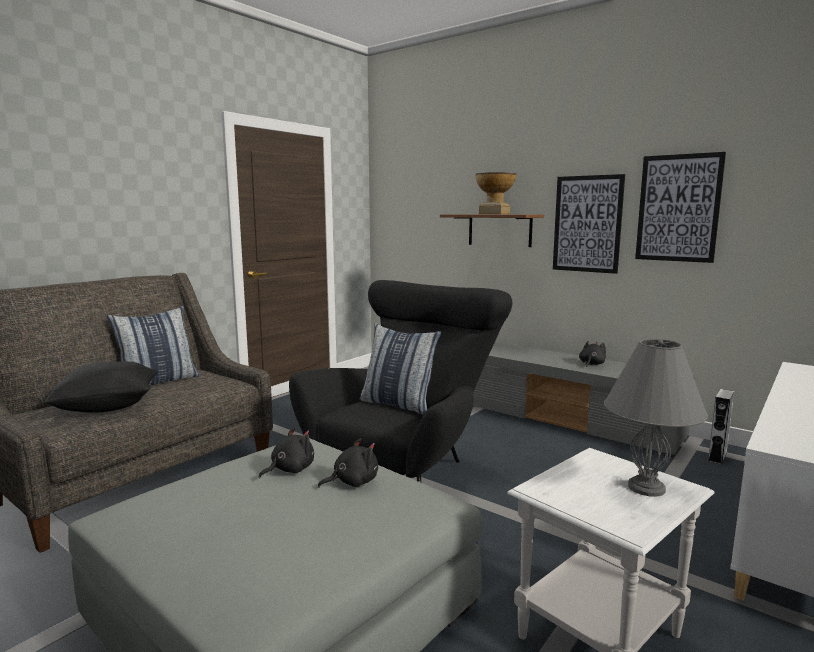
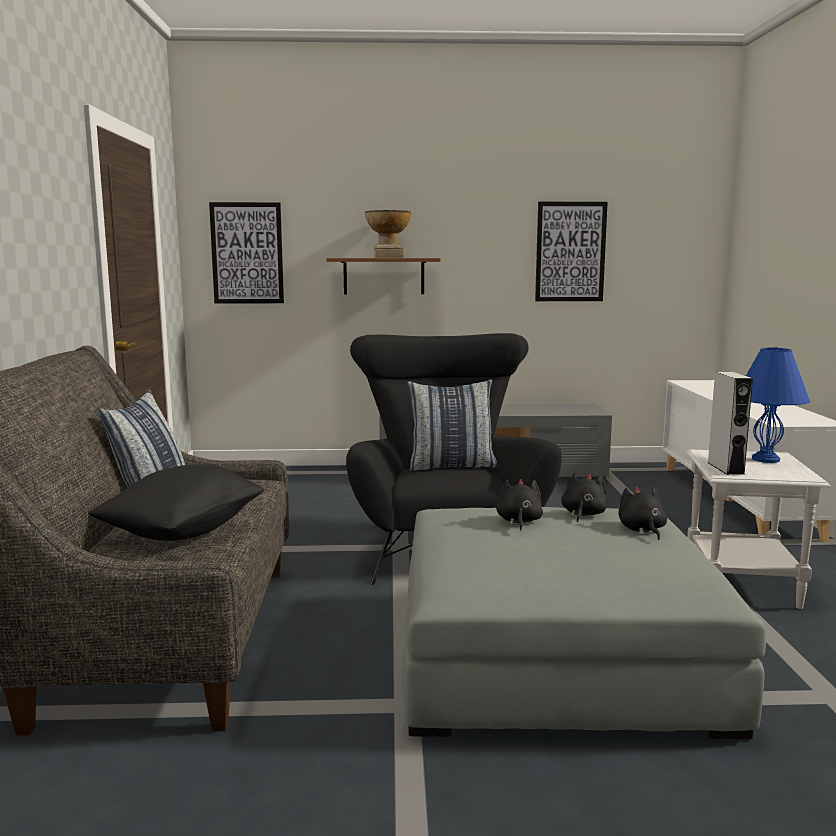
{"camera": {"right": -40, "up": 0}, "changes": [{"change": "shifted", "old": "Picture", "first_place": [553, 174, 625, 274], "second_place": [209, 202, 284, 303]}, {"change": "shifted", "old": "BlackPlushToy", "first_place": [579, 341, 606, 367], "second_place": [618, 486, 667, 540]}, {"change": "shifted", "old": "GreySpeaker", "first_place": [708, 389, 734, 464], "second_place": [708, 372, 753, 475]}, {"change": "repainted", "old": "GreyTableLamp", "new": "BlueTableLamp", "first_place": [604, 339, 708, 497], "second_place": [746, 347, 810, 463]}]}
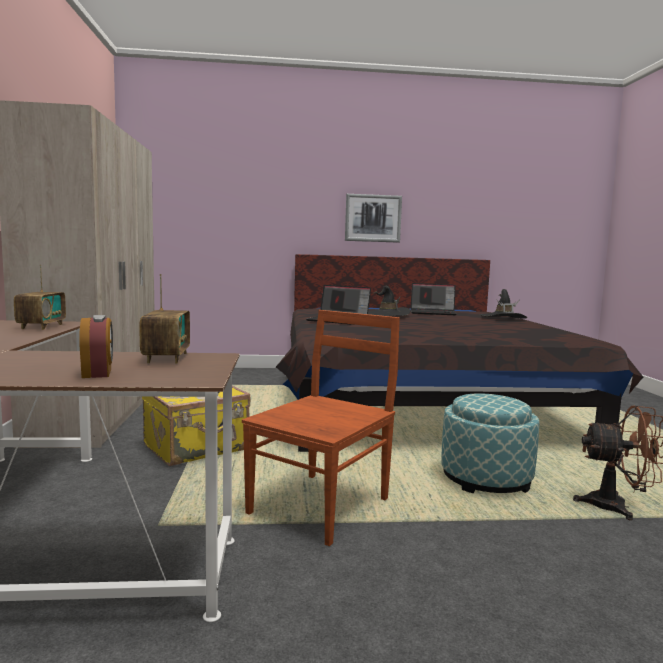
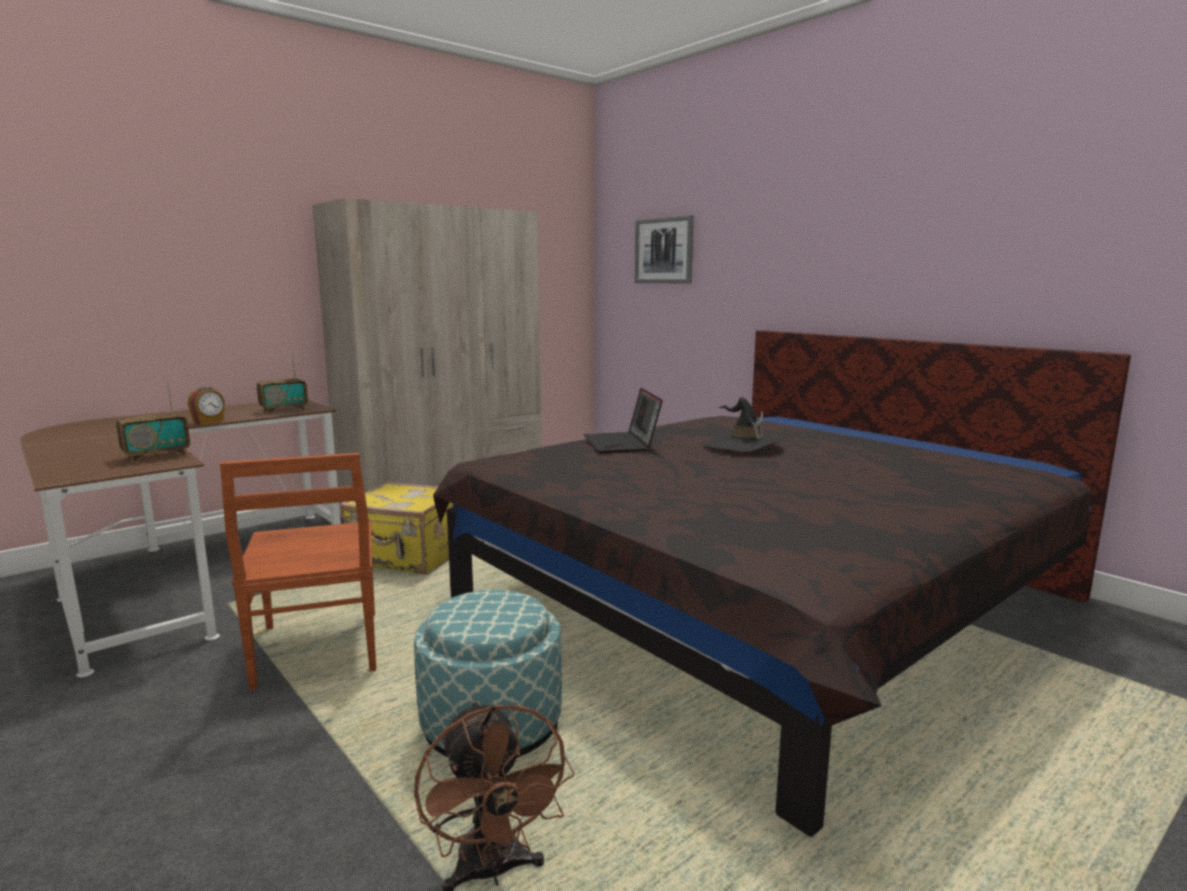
{"camera": {"right": 55, "up": 5}, "changes": [{"change": "shifted", "old": "AlarmClock", "first_place": [79, 315, 113, 378], "second_place": [188, 387, 225, 425]}, {"change": "rotated", "old": "BrownChair", "first_place": [242, 310, 400, 546], "second_place": [220, 453, 376, 691], "degrees": 75}, {"change": "shifted", "old": "Picture", "first_place": [345, 194, 402, 243], "second_place": [635, 215, 694, 283]}, {"change": "gone", "old": "Laptop", "first_place": [411, 283, 457, 315]}, {"change": "gone", "old": "BlackHat", "first_place": [479, 289, 527, 319]}]}
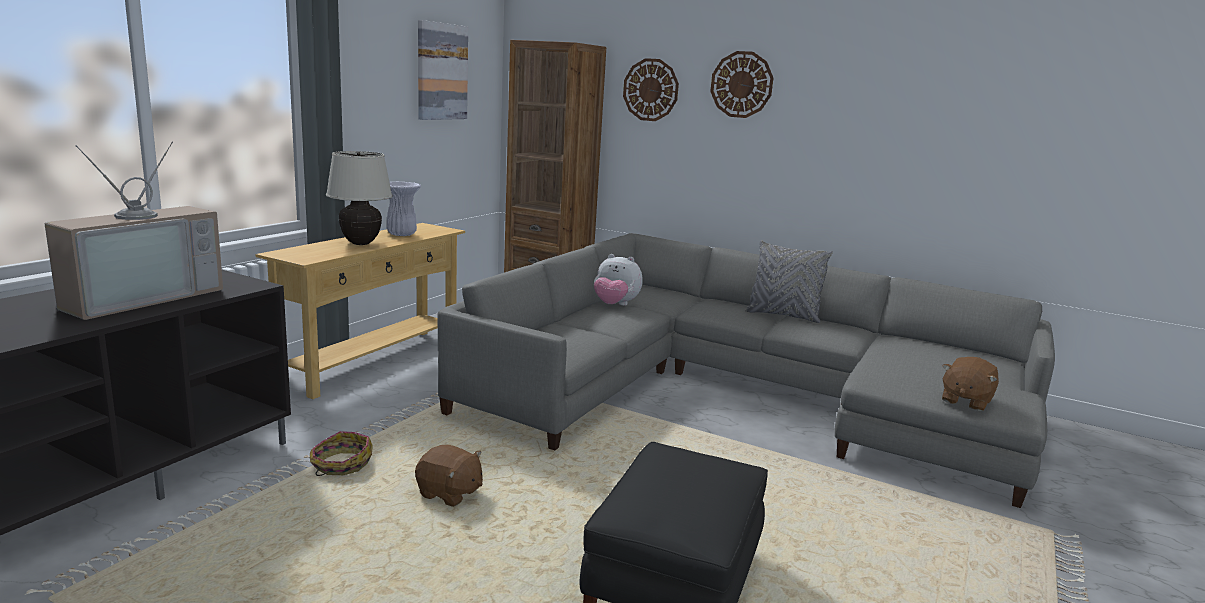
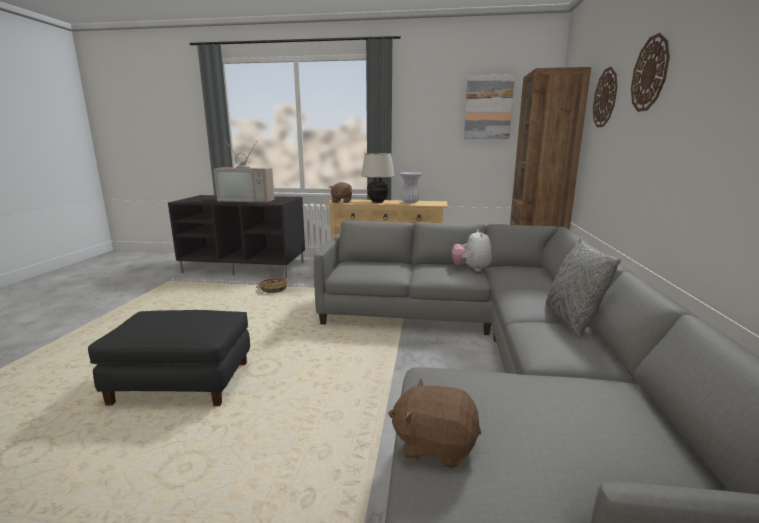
{"camera": {"right": 70, "up": 0}, "changes": [{"change": "shifted", "old": "BrownPlushToy", "first_place": [415, 445, 483, 507], "second_place": [329, 182, 352, 203]}]}
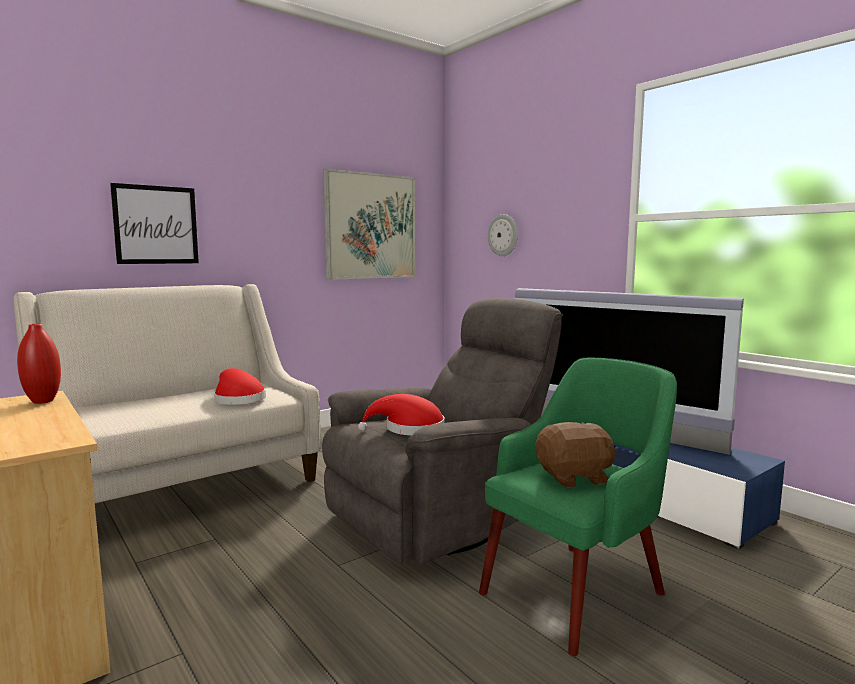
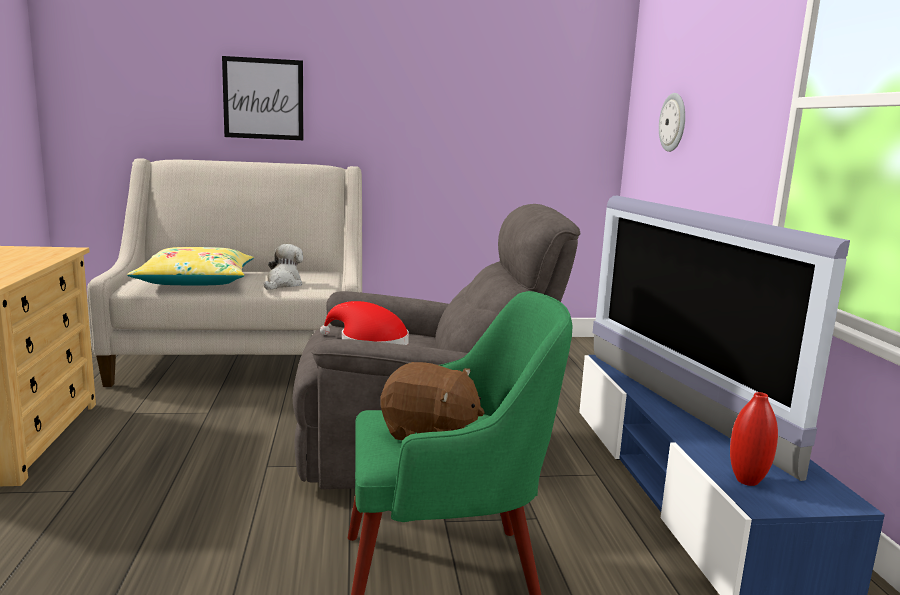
{"camera": {"right": 30, "up": 5}, "changes": [{"change": "new", "new": "YellowPillow", "second_place": [127, 247, 254, 285]}, {"change": "swapped", "old": "RedHat", "new": "PlushToy", "first_place": [214, 368, 265, 405], "second_place": [264, 244, 303, 290]}, {"change": "shifted", "old": "RedVase", "first_place": [17, 324, 61, 404], "second_place": [730, 392, 778, 486]}, {"change": "gone", "old": "Picture", "first_place": [323, 168, 415, 280]}]}
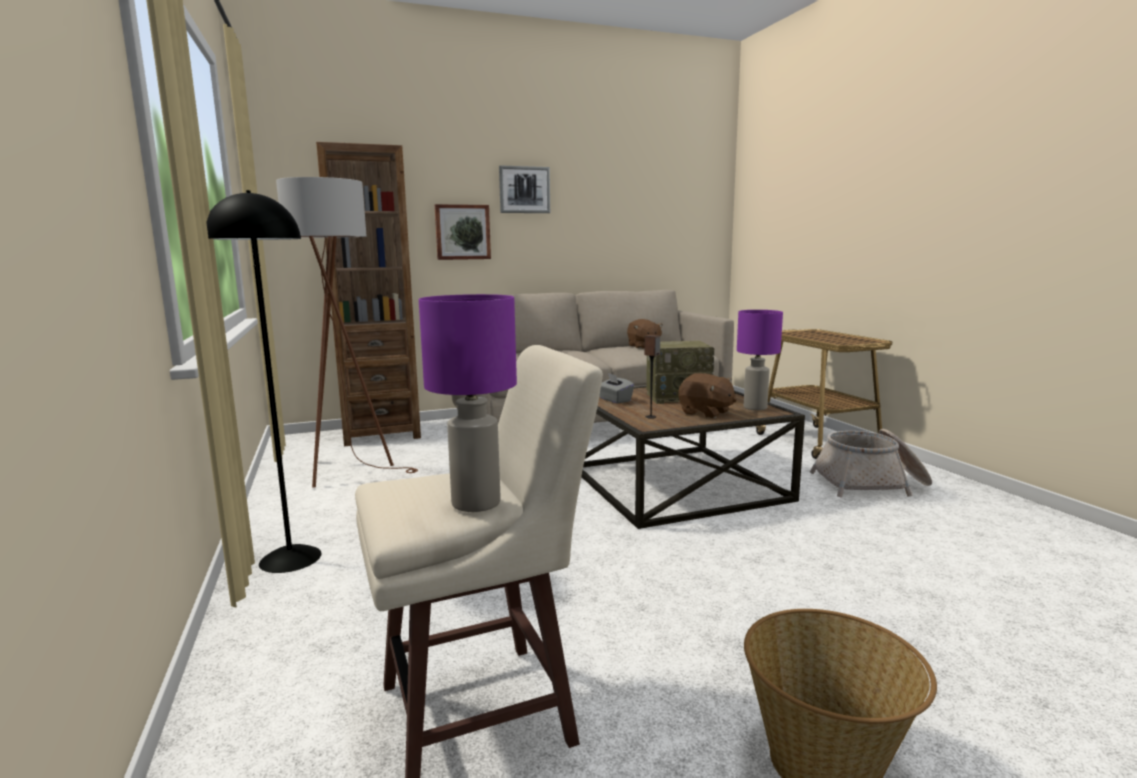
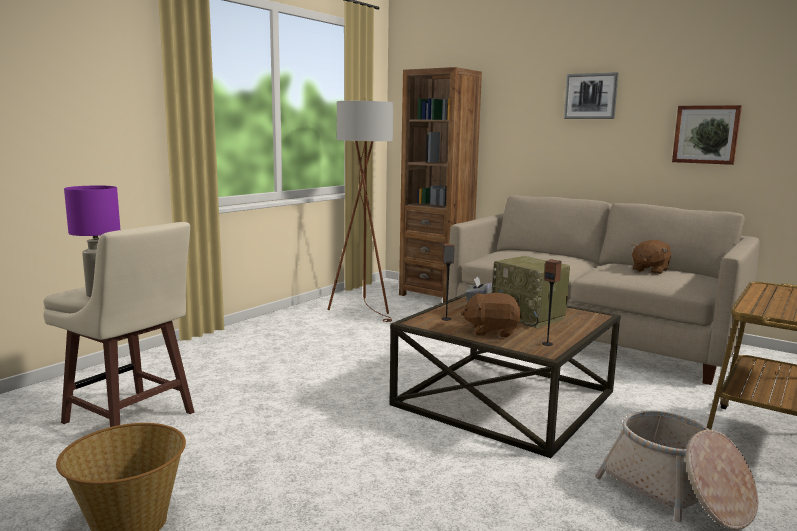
{"camera": {"right": 55, "up": 0}, "changes": [{"change": "rotated", "old": "BrownPlushToy", "first_place": [679, 373, 737, 419], "second_place": [461, 293, 521, 337], "degrees": 90}, {"change": "swapped", "old": "PurpleTableLamp", "new": "Speaker", "first_place": [737, 310, 783, 410], "second_place": [542, 259, 562, 346]}, {"change": "shifted", "old": "Picture", "first_place": [435, 204, 491, 260], "second_place": [672, 105, 742, 165]}, {"change": "gone", "old": "BlackFloorLamp", "first_place": [206, 190, 322, 573]}]}
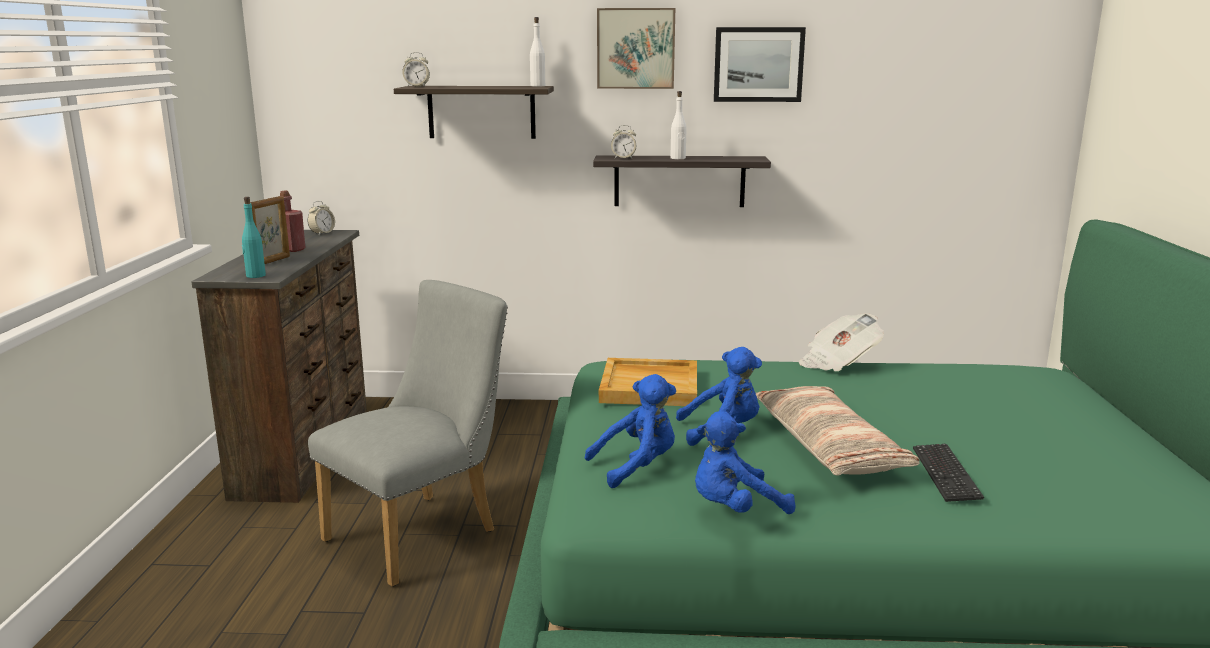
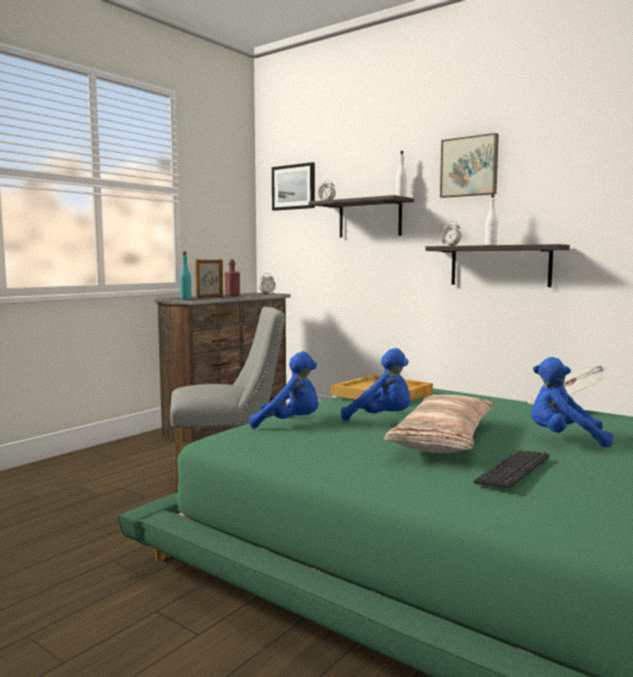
{"camera": {"right": 35, "up": -10}, "changes": [{"change": "shifted", "old": "Picture", "first_place": [714, 27, 806, 102], "second_place": [272, 162, 315, 211]}, {"change": "shifted", "old": "BluePlushToy", "first_place": [695, 411, 796, 514], "second_place": [531, 357, 613, 447]}]}
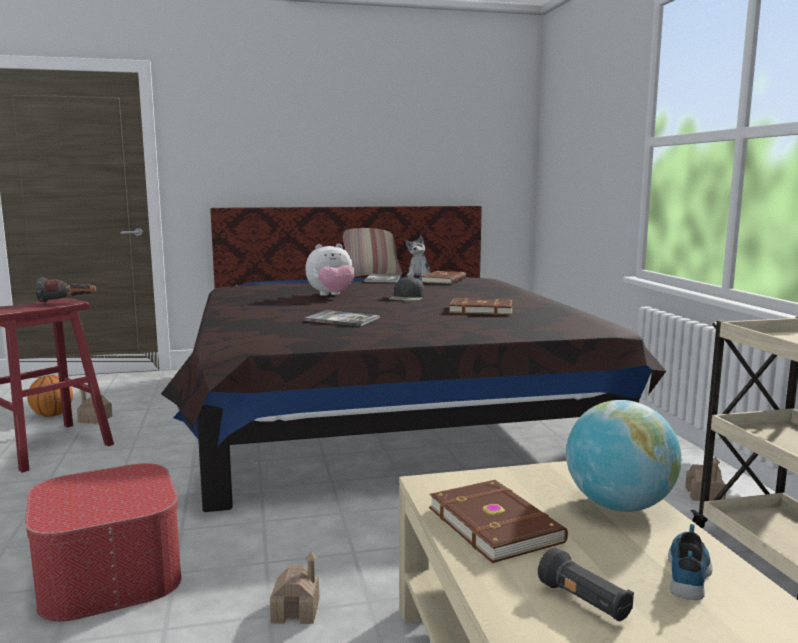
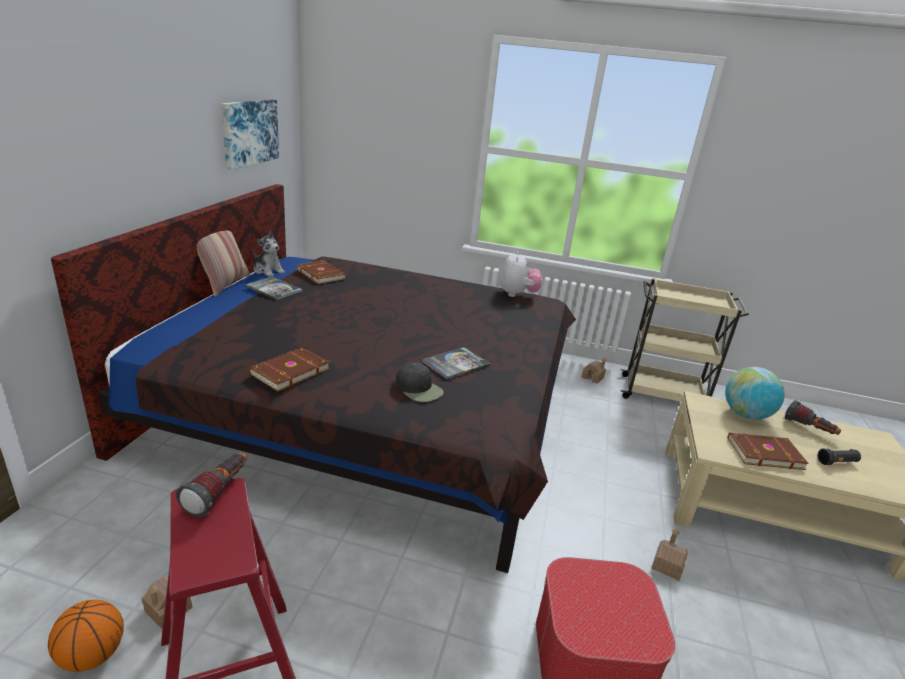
{"camera": {"right": -65, "up": 15}, "changes": [{"change": "new", "new": "Picture", "second_place": [221, 99, 279, 170]}, {"change": "shifted", "old": "BrownBook", "first_place": [449, 298, 513, 315], "second_place": [249, 347, 330, 392]}, {"change": "shifted", "old": "BlackCap", "first_place": [389, 276, 425, 301], "second_place": [396, 362, 444, 402]}, {"change": "shifted", "old": "PlushToy", "first_place": [305, 244, 354, 296], "second_place": [500, 251, 542, 297]}, {"change": "swapped", "old": "Shoe", "new": "Flashlight", "first_place": [668, 524, 713, 600], "second_place": [785, 400, 841, 435]}]}
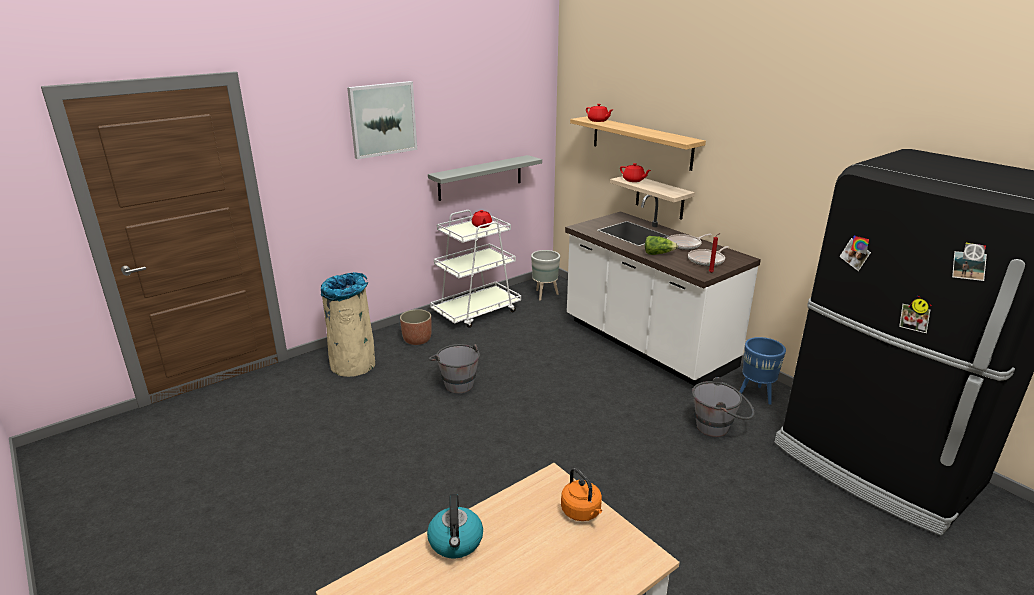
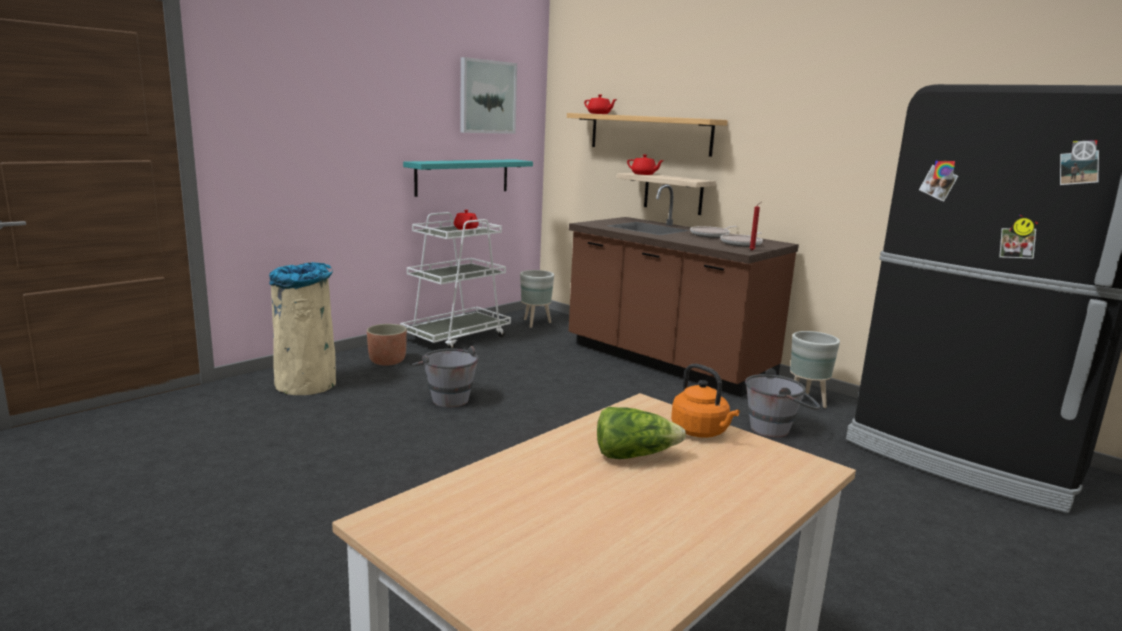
{"camera": {"right": -10, "up": -10}, "changes": [{"change": "repainted", "old": "GreyShelf", "new": "TurquoiseShelf", "first_place": [428, 155, 542, 201], "second_place": [403, 159, 533, 197]}, {"change": "shifted", "old": "Picture", "first_place": [347, 81, 417, 160], "second_place": [460, 57, 517, 134]}, {"change": "repainted", "old": "WhiteCounter", "new": "BrownCounter", "first_place": [565, 195, 761, 386], "second_place": [569, 184, 799, 397]}, {"change": "shifted", "old": "Lettuce", "first_place": [645, 236, 678, 255], "second_place": [597, 407, 686, 459]}, {"change": "repainted", "old": "BluePlanter", "new": "GreyPlanter", "first_place": [739, 337, 786, 405], "second_place": [790, 331, 840, 408]}, {"change": "gone", "old": "Kettle", "first_place": [427, 494, 483, 559]}]}
